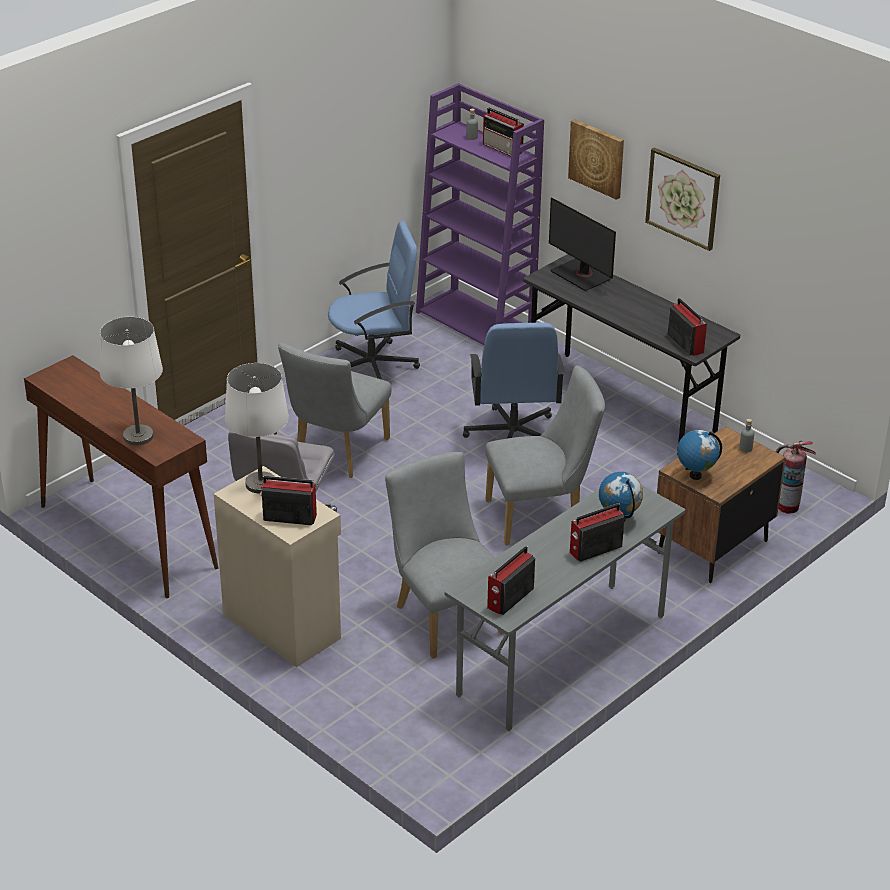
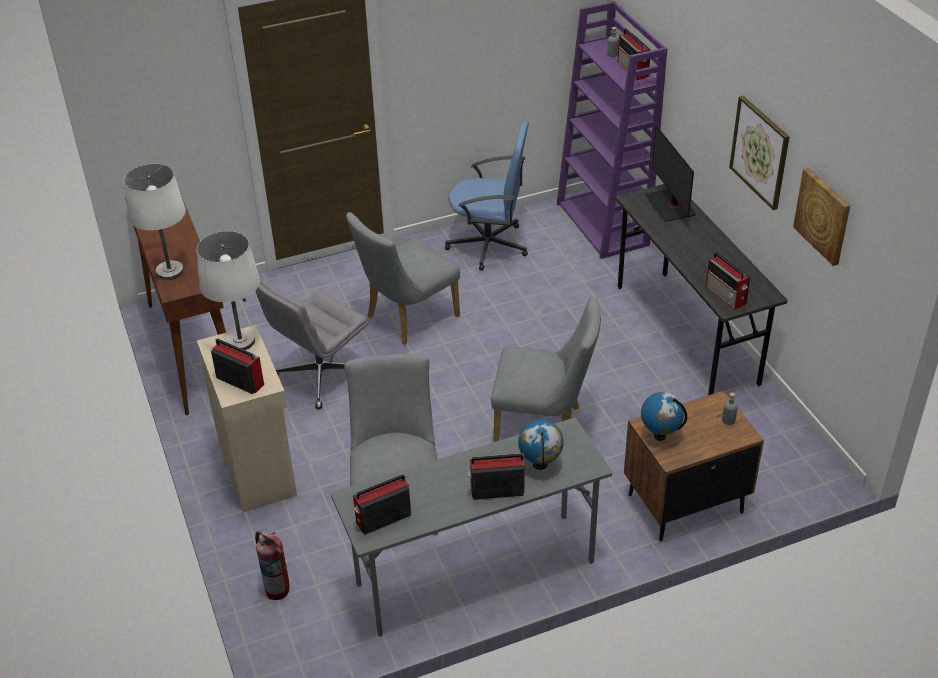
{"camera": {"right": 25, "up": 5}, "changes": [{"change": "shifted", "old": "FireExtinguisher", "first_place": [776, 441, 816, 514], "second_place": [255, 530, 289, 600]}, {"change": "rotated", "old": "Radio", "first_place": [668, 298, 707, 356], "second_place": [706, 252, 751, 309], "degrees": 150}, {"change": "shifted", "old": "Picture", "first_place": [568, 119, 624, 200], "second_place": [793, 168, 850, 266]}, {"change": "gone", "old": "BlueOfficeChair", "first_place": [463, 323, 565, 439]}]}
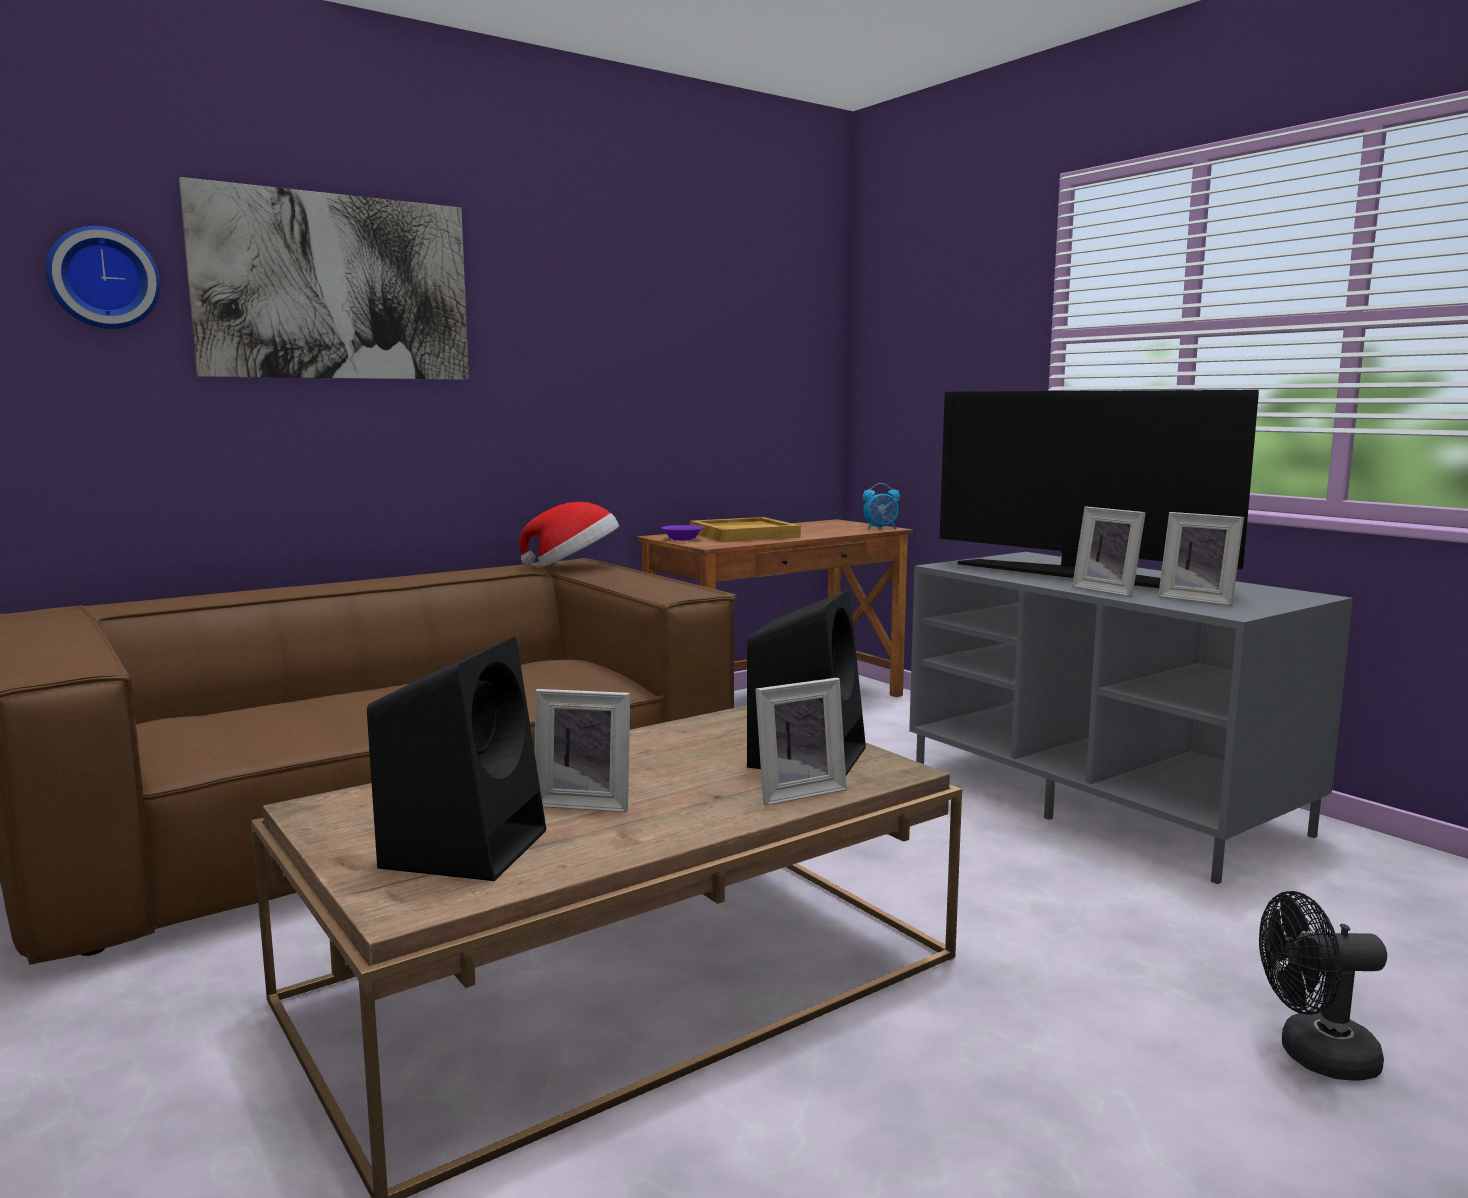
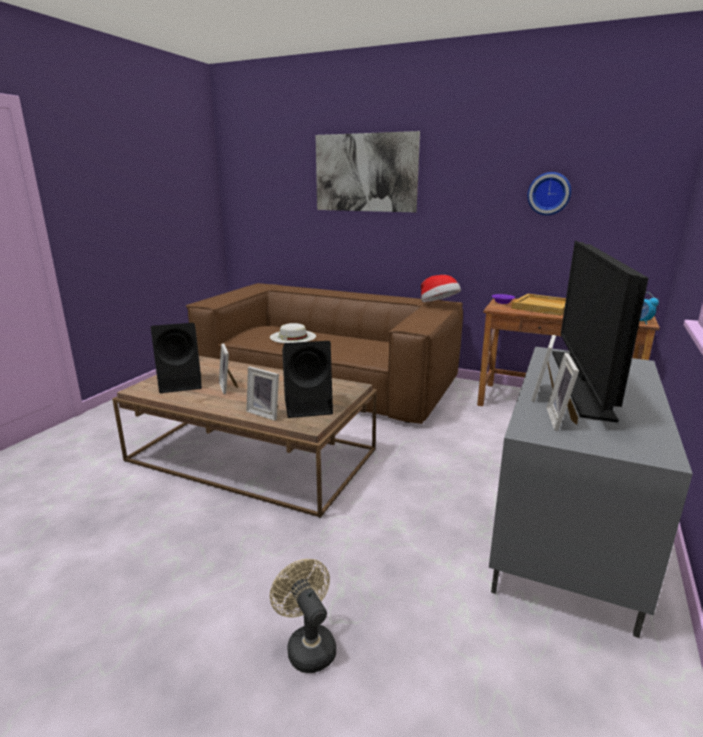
{"camera": {"right": 60, "up": 10}, "changes": [{"change": "new", "new": "WhiteHat", "second_place": [270, 323, 316, 343]}, {"change": "repainted", "old": "BlackFan", "new": "BeigeFan", "first_place": [1259, 891, 1387, 1081], "second_place": [270, 559, 336, 673]}, {"change": "shifted", "old": "WallClock", "first_place": [46, 226, 160, 329], "second_place": [527, 172, 571, 215]}]}
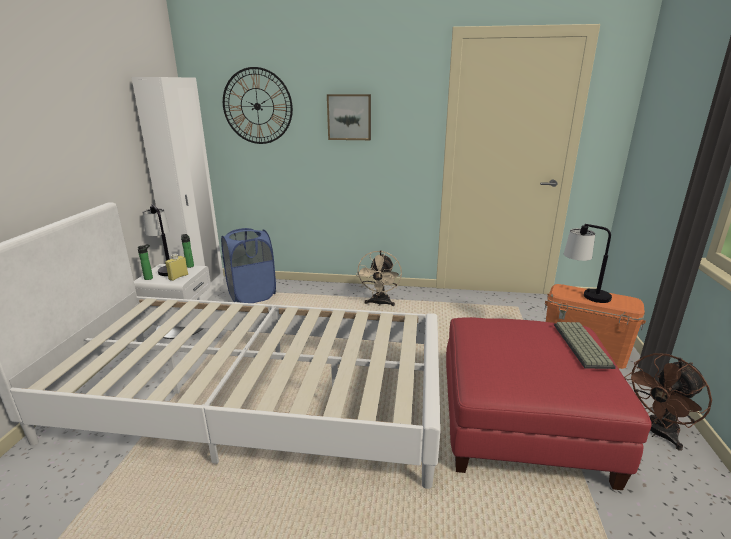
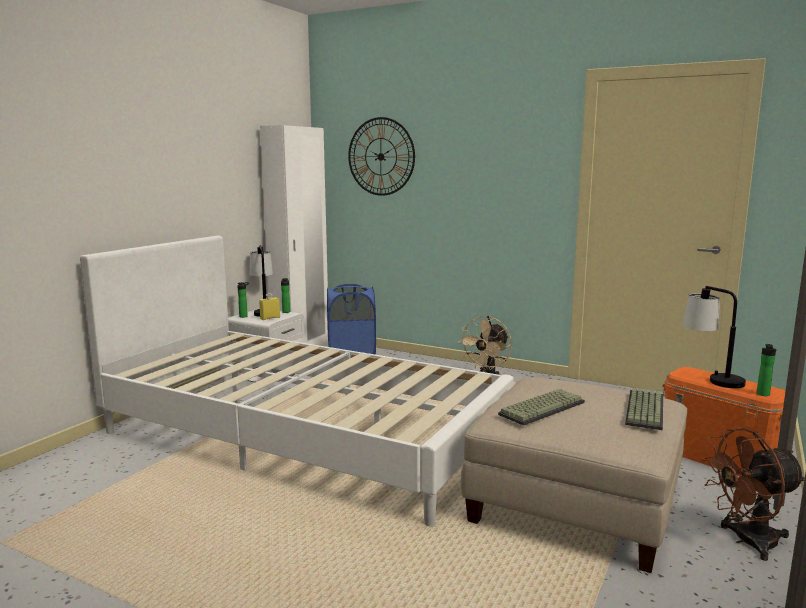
{"camera": {"right": 20, "up": -10}, "changes": [{"change": "repainted", "old": "RedOttoman", "new": "BeigeOttoman", "first_place": [446, 317, 651, 490], "second_place": [461, 377, 687, 573]}, {"change": "new", "new": "Keyboard", "second_place": [498, 389, 585, 426]}, {"change": "new", "new": "Bottle", "second_place": [757, 344, 776, 396]}, {"change": "gone", "old": "Picture", "first_place": [327, 94, 371, 140]}]}
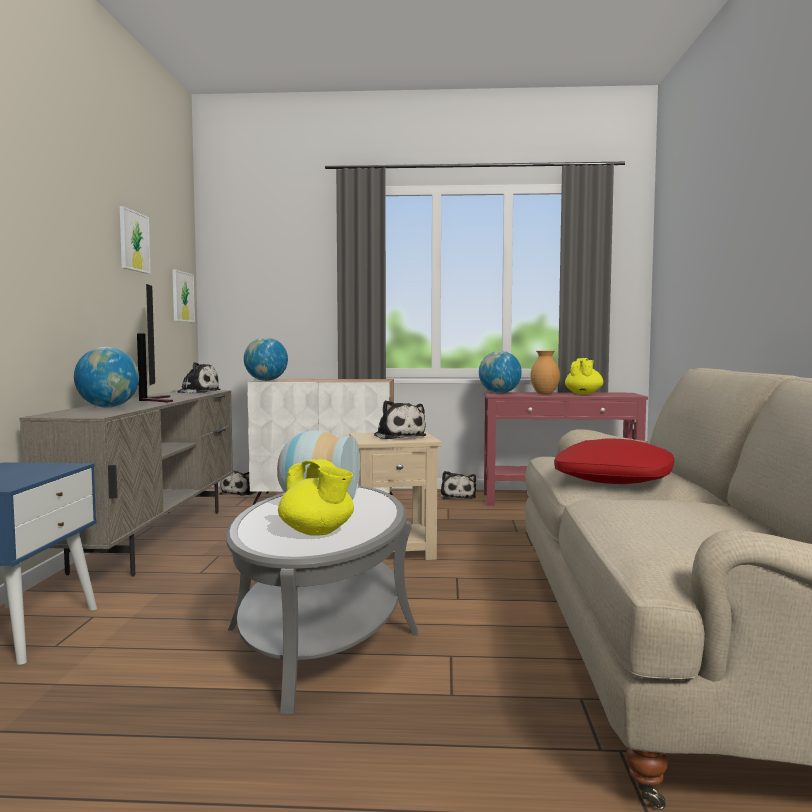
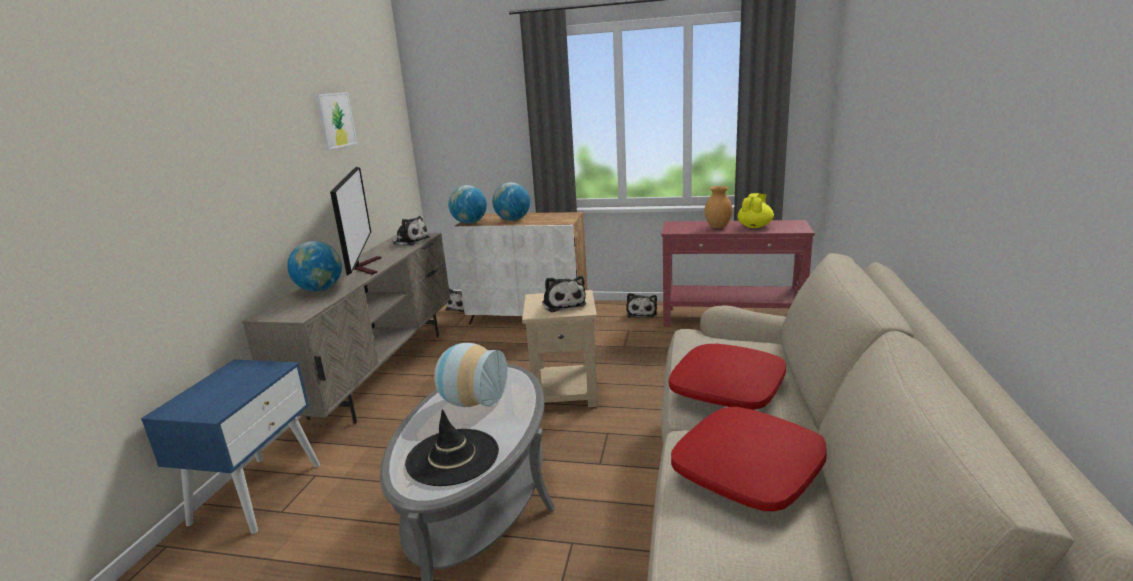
{"camera": {"right": 10, "up": 15}, "changes": [{"change": "swapped", "old": "YellowTeapot", "new": "BlackHat", "first_place": [278, 459, 354, 536], "second_place": [405, 409, 499, 486]}, {"change": "shifted", "old": "Globe", "first_place": [479, 351, 522, 394], "second_place": [492, 182, 530, 221]}, {"change": "new", "new": "RedPillow", "second_place": [671, 407, 827, 511]}, {"change": "gone", "old": "Picture", "first_place": [172, 270, 195, 322]}]}
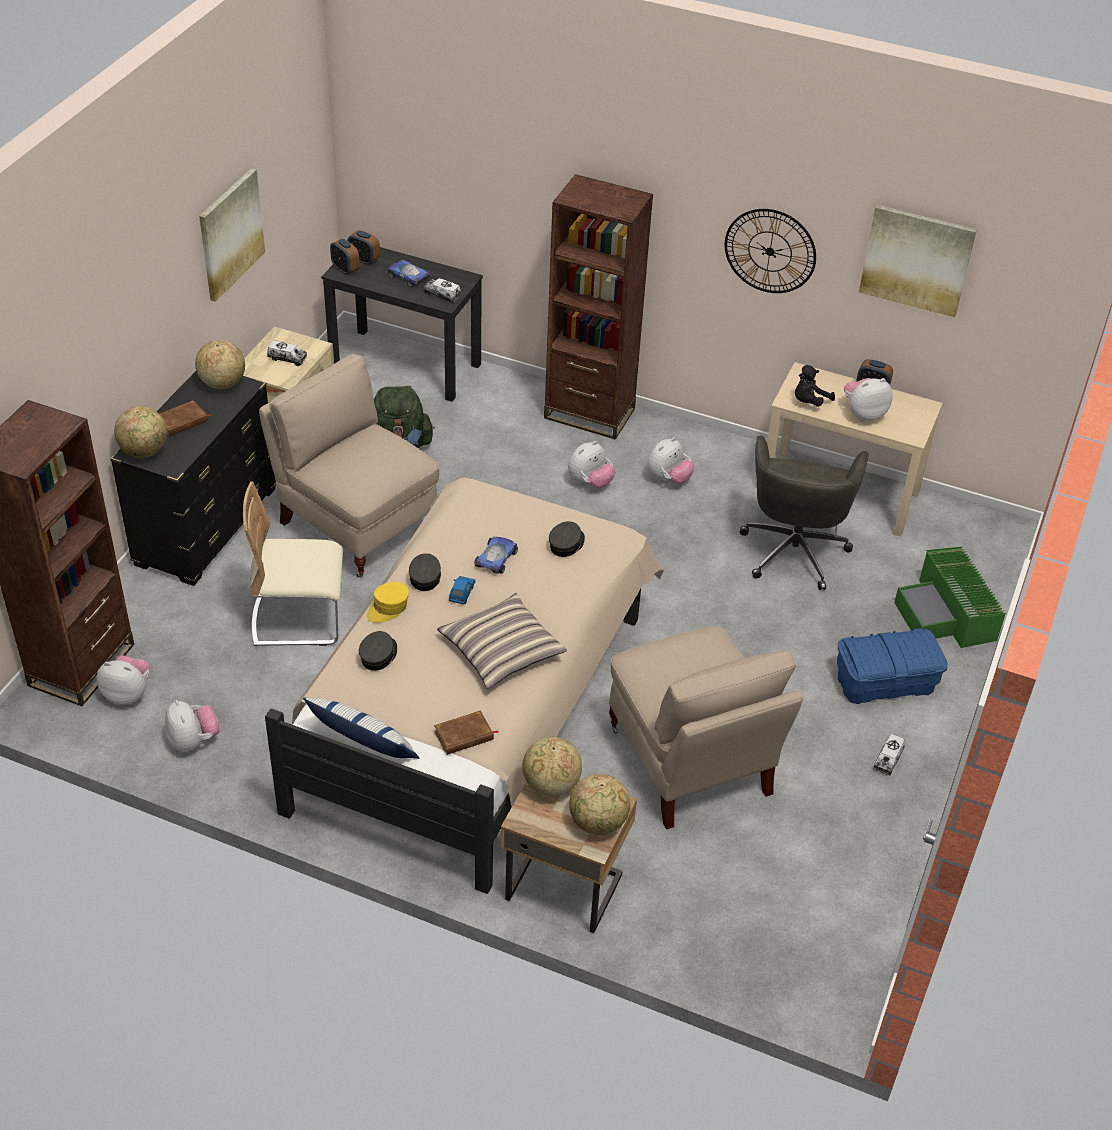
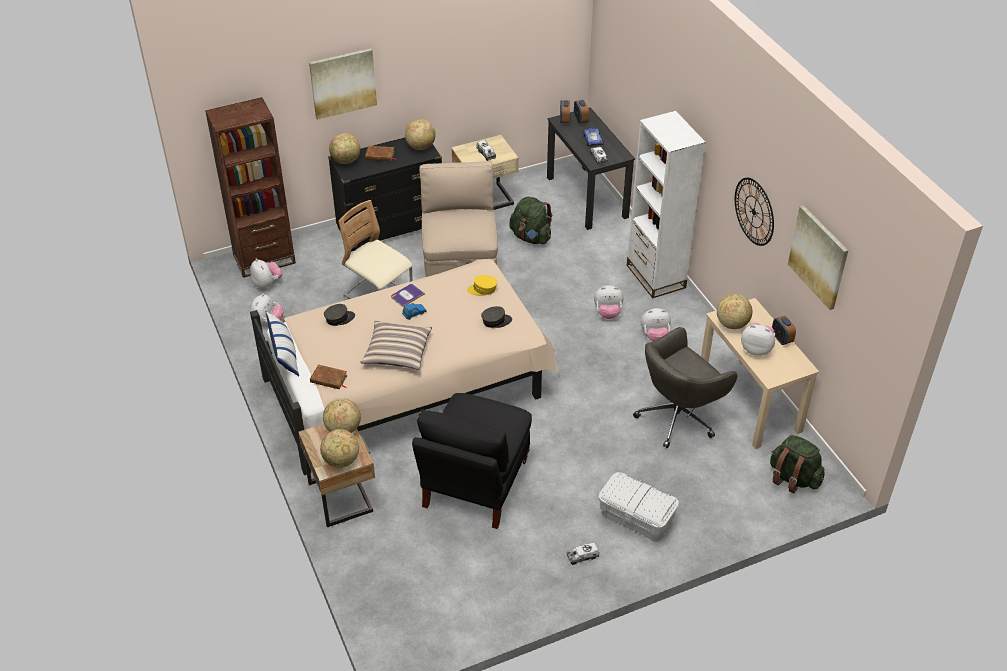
{"camera": {"right": 45, "up": 0}, "changes": [{"change": "shifted", "old": "Picture", "first_place": [199, 168, 265, 302], "second_place": [309, 48, 377, 120]}, {"change": "swapped", "old": "GreyCap", "new": "Book", "first_place": [409, 553, 441, 591], "second_place": [391, 284, 425, 307]}, {"change": "repainted", "old": "BeigeChair", "new": "BlackChair", "first_place": [609, 627, 803, 830], "second_place": [412, 393, 532, 529]}, {"change": "shifted", "old": "YellowCap", "first_place": [367, 582, 409, 623], "second_place": [467, 275, 498, 296]}, {"change": "repainted", "old": "BlueStorageBox", "new": "WhiteStorageBox", "first_place": [837, 629, 948, 704], "second_place": [599, 472, 679, 542]}, {"change": "repainted", "old": "BrownBookcase", "new": "WhiteBookcase", "first_place": [544, 174, 653, 440], "second_place": [627, 111, 706, 298]}, {"change": "swapped", "old": "BlackPlushToy", "new": "Globe", "first_place": [795, 365, 835, 407], "second_place": [717, 294, 752, 329]}, {"change": "new", "new": "GreenBackpack", "second_place": [770, 435, 825, 493]}, {"change": "gone", "old": "ToyCar", "first_place": [474, 536, 518, 574]}, {"change": "gone", "old": "GreenStorageBox", "first_place": [894, 546, 1006, 648]}]}
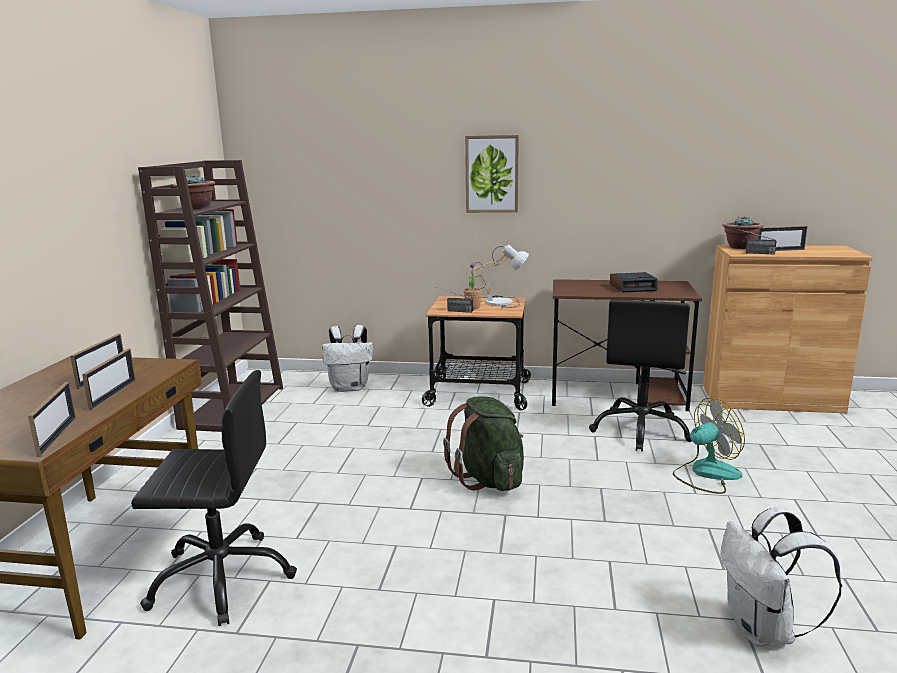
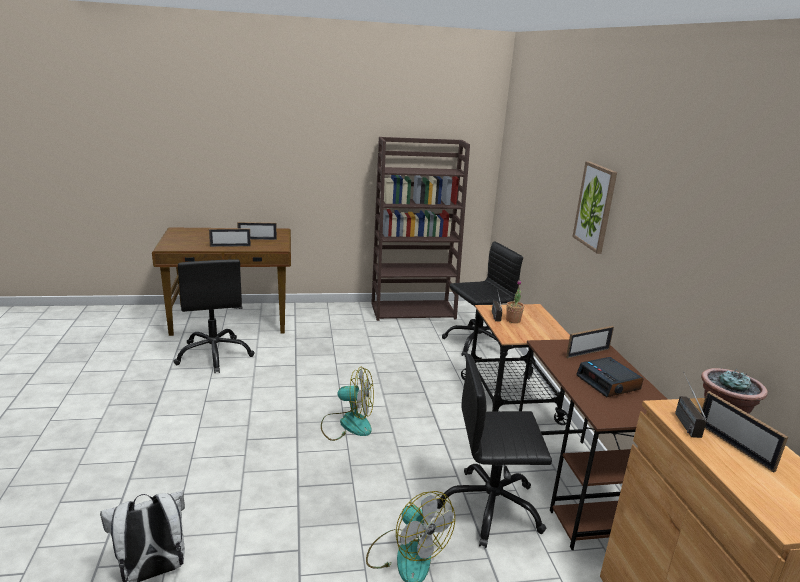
{"camera": {"right": 70, "up": 5}, "changes": [{"change": "swapped", "old": "GreenBackpack", "new": "Fan", "first_place": [443, 396, 524, 491], "second_place": [321, 367, 374, 441]}, {"change": "swapped", "old": "WhiteBackpack", "new": "BlackOfficeChair", "first_place": [322, 325, 373, 392], "second_place": [442, 241, 523, 356]}, {"change": "shifted", "old": "PictureFrame", "first_place": [28, 382, 76, 457], "second_place": [566, 326, 614, 358]}, {"change": "gone", "old": "PottedPlant", "first_place": [173, 175, 215, 209]}, {"change": "gone", "old": "TableLamp", "first_place": [474, 244, 529, 308]}]}
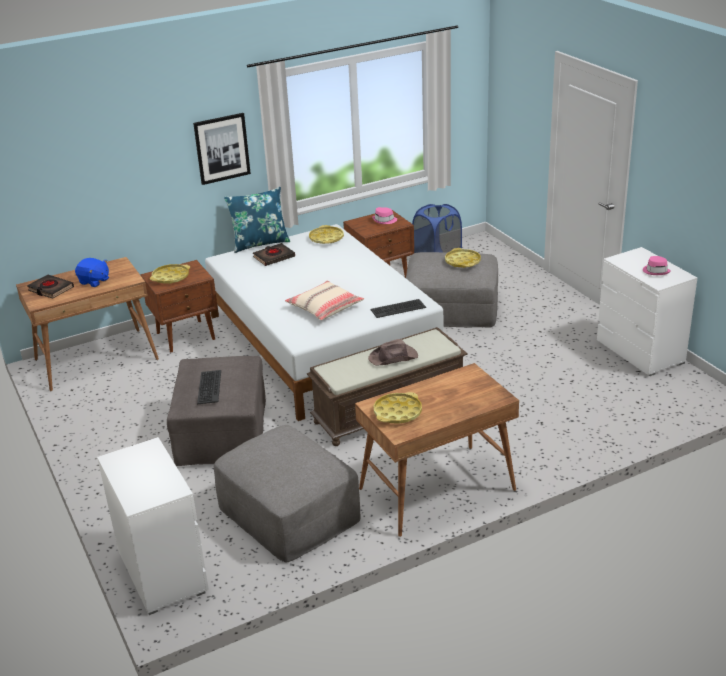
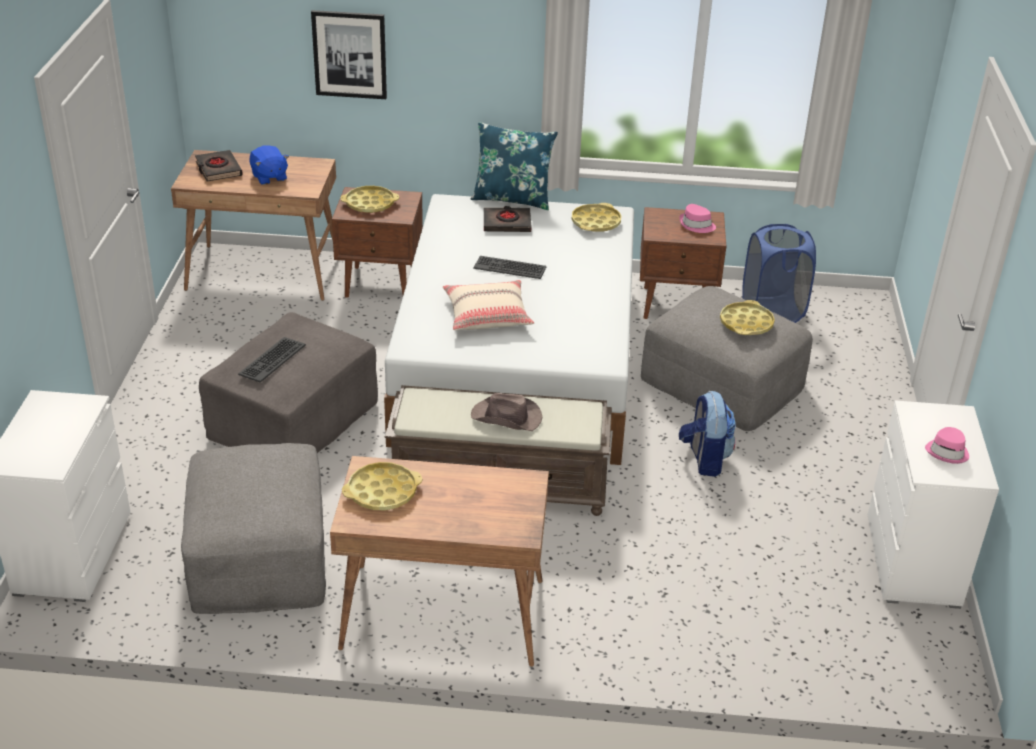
{"camera": {"right": 30, "up": 5}, "changes": [{"change": "shifted", "old": "Picture", "first_place": [193, 113, 251, 185], "second_place": [311, 10, 387, 99]}, {"change": "shifted", "old": "Keyboard", "first_place": [370, 299, 426, 318], "second_place": [473, 256, 546, 279]}, {"change": "new", "new": "Backpack", "second_place": [679, 391, 736, 477]}]}
